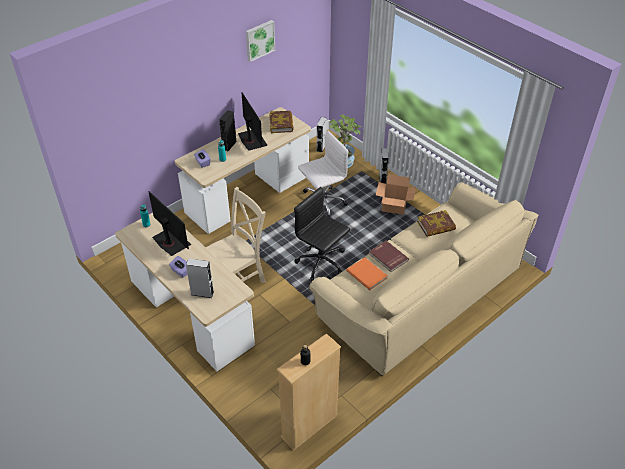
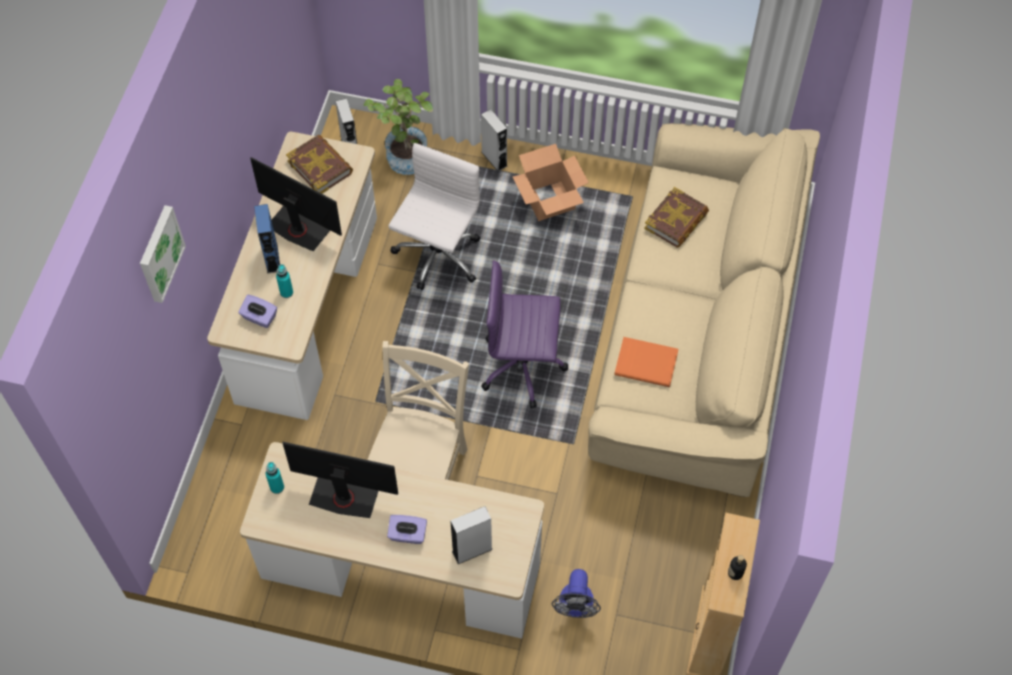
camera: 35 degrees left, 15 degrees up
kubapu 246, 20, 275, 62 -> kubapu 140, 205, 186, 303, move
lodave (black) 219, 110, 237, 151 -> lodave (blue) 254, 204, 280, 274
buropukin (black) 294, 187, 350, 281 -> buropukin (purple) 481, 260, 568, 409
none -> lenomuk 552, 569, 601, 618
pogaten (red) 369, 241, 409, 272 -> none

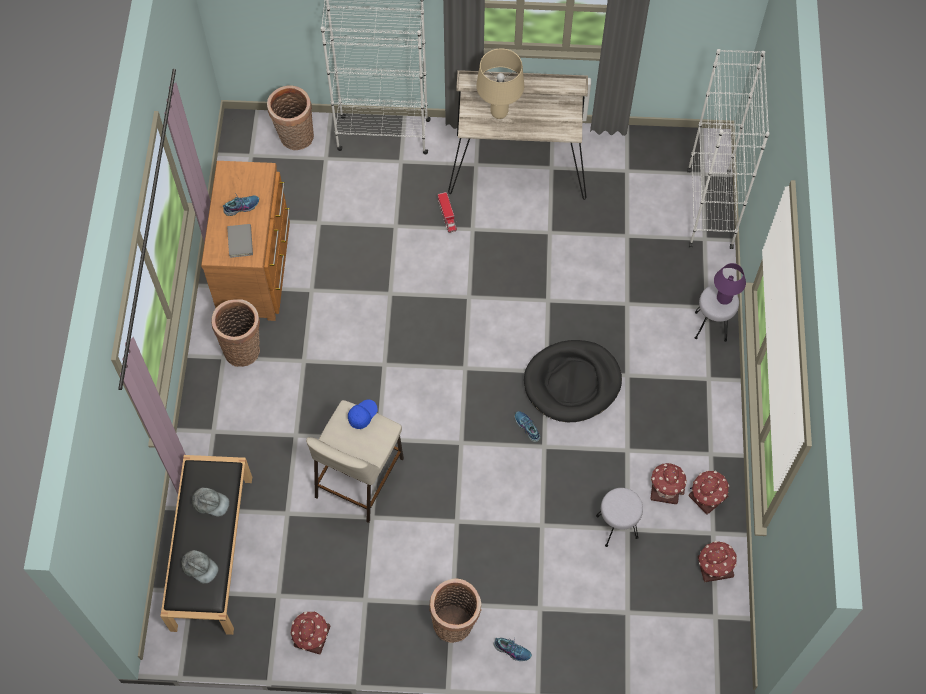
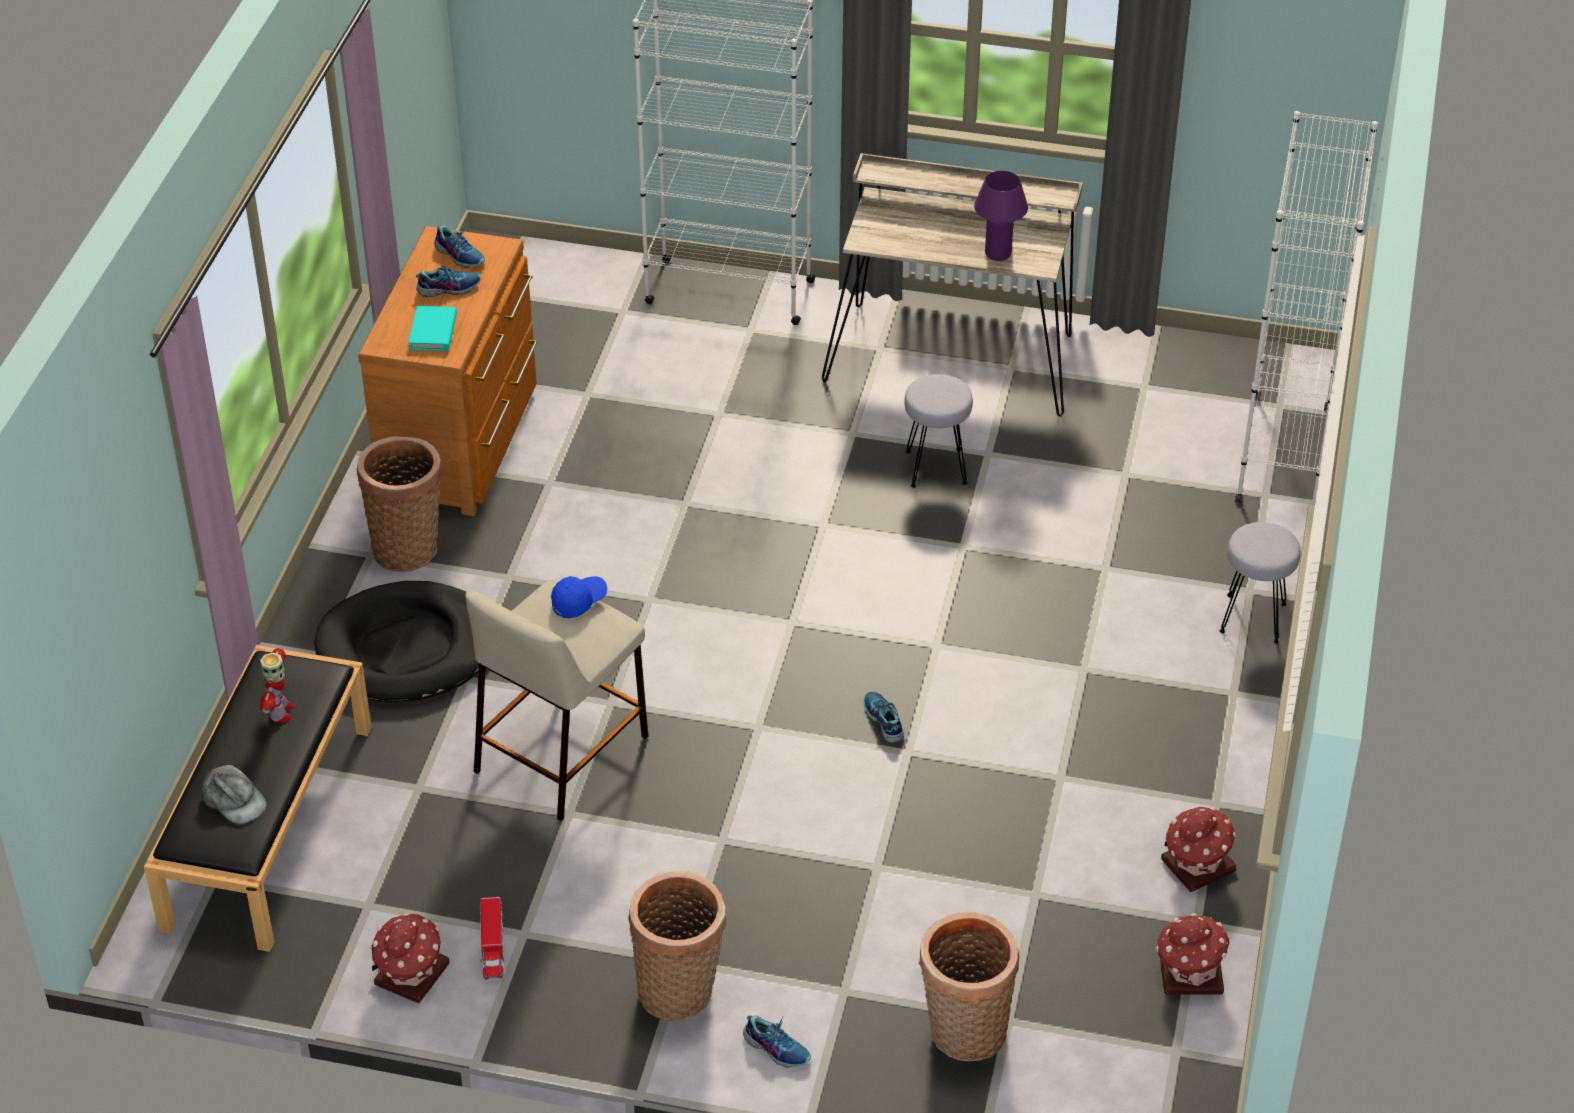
camera: 10 degrees right, 20 degrees down
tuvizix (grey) 191, 488, 230, 516 -> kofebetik 260, 648, 295, 723
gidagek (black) 524, 340, 622, 422 -> gidagek (black) 314, 581, 479, 703, move
pogaten (grey) 227, 224, 253, 258 -> pogaten (turquoise) 408, 306, 457, 351
none -> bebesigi 434, 225, 485, 268
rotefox 438, 192, 457, 233 -> rotefox 480, 897, 504, 980, move
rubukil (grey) 596, 488, 643, 547 -> rubukil (grey) 904, 374, 973, 488, move
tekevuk 267, 85, 314, 150 -> tekevuk 919, 912, 1019, 1061, move
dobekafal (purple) 714, 263, 746, 305 -> dobekafal (purple) 974, 171, 1028, 261, move
dobekafal (beige) 476, 48, 524, 119 -> none
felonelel 650, 463, 687, 504 -> none

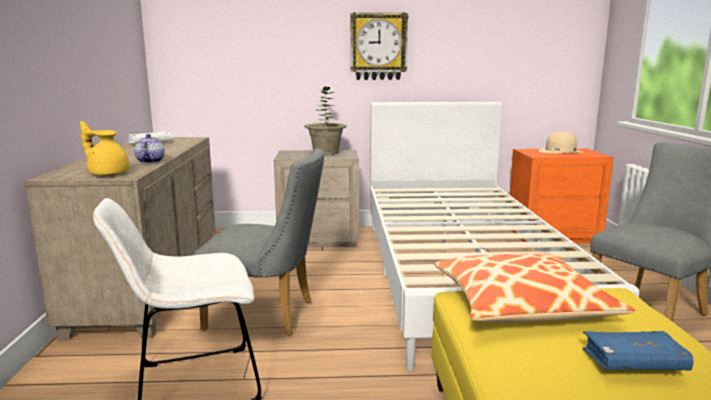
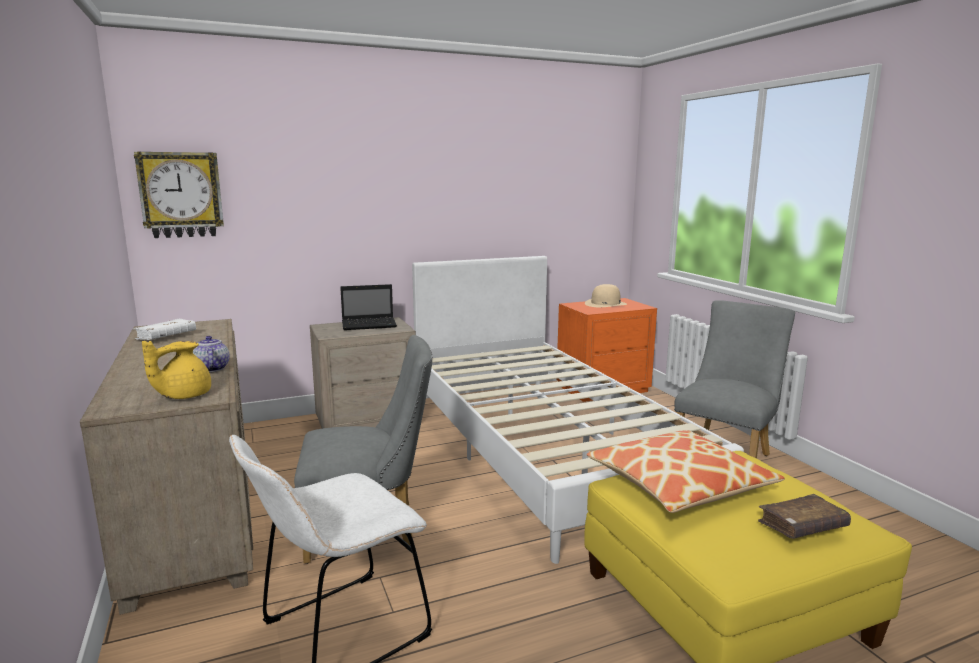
camera: 20 degrees left, 0 degrees up
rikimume 351, 12, 408, 80 -> rikimume 134, 152, 224, 238, move
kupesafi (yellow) 80, 121, 129, 176 -> kupesafi (yellow) 142, 341, 211, 399, 60 degrees counterclockwise
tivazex 305, 87, 347, 155 -> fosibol 340, 284, 397, 330
pogaten (blue) 582, 331, 694, 370 -> pogaten (brown) 758, 494, 851, 539

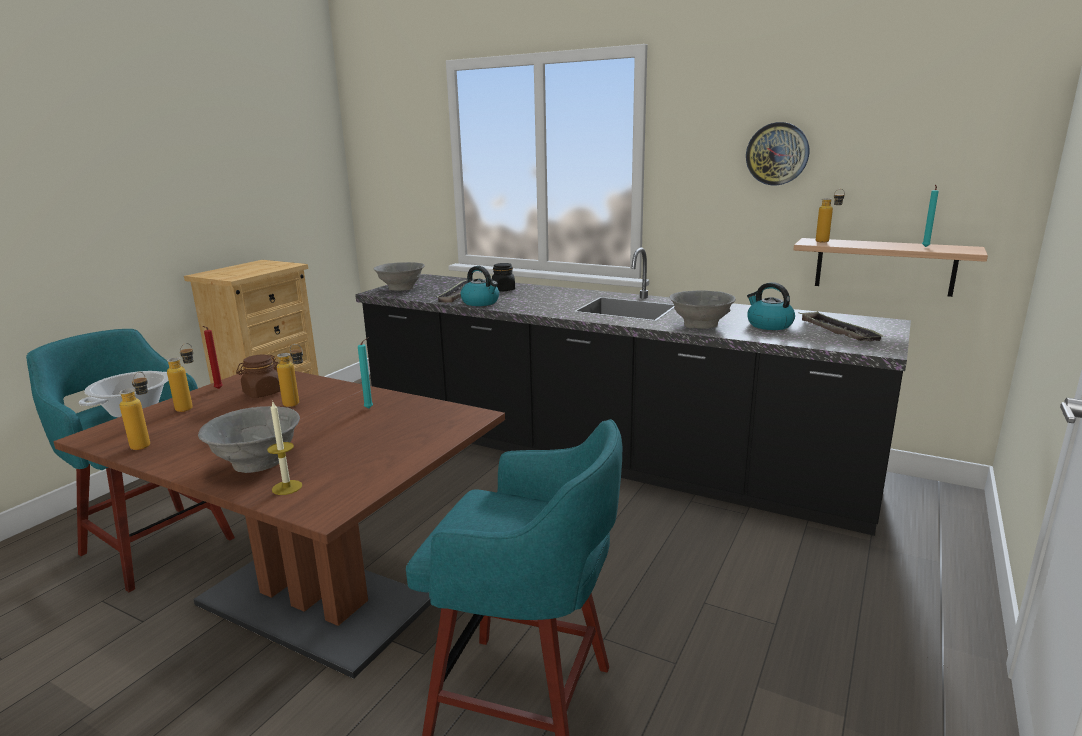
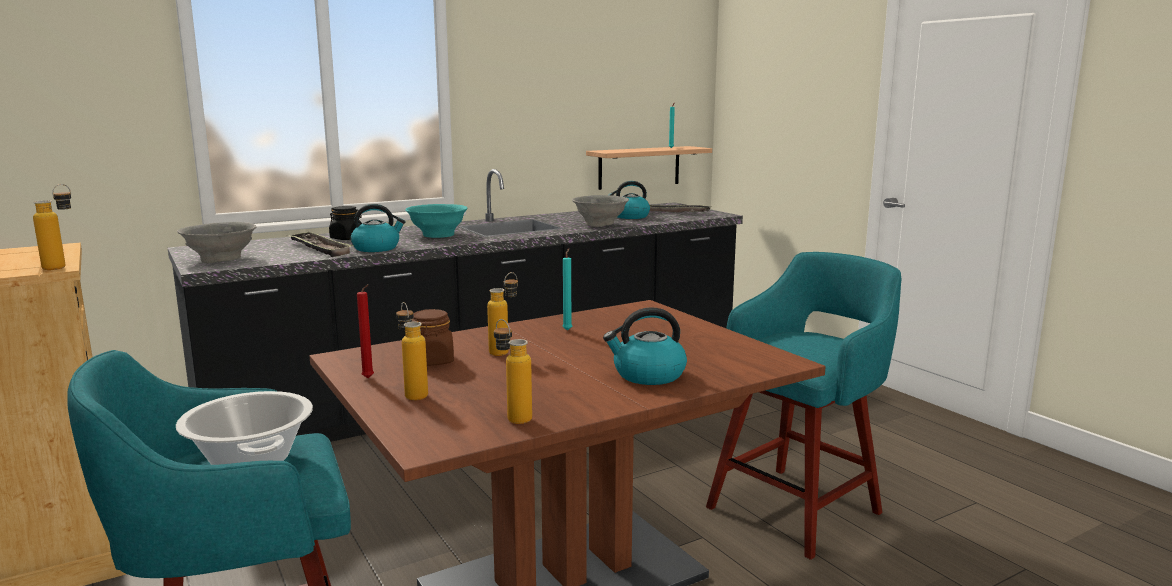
camera: 60 degrees left, 5 degrees down
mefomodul 816, 189, 845, 242 -> mefomodul 33, 184, 71, 270, move
none -> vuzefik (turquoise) 405, 204, 468, 238
vuzefik (grey) 198, 406, 300, 473 -> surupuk 603, 307, 687, 385
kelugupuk 267, 402, 302, 495 -> none
rikimume 746, 122, 809, 185 -> none

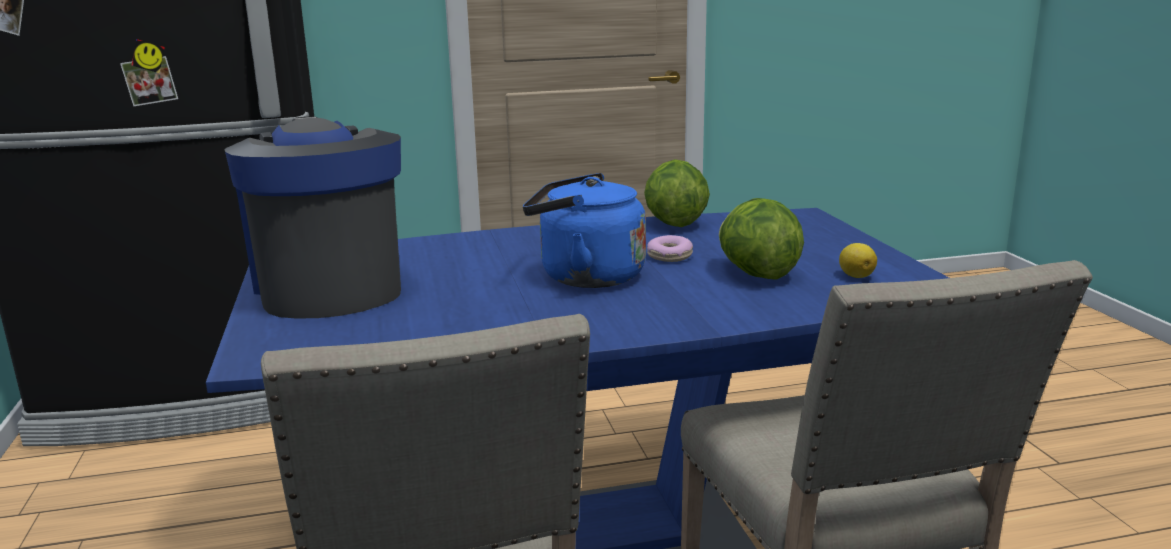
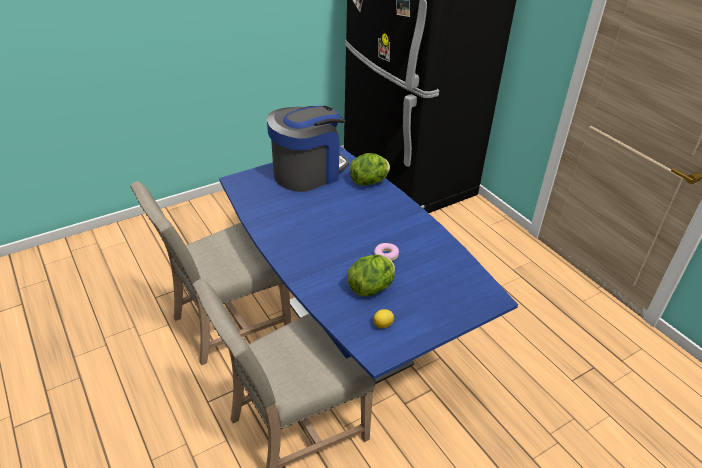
camera: 70 degrees right, 20 degrees up
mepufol 644, 159, 710, 227 -> mepufol 349, 153, 390, 186, move
surupuk (blue) 523, 173, 646, 288 -> none

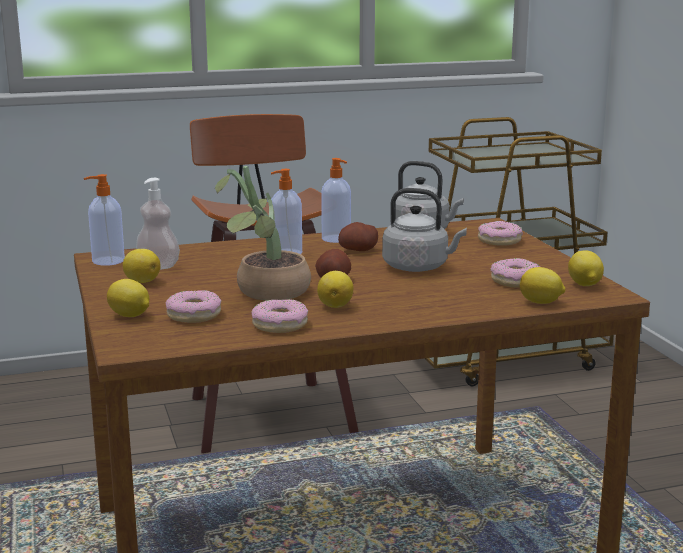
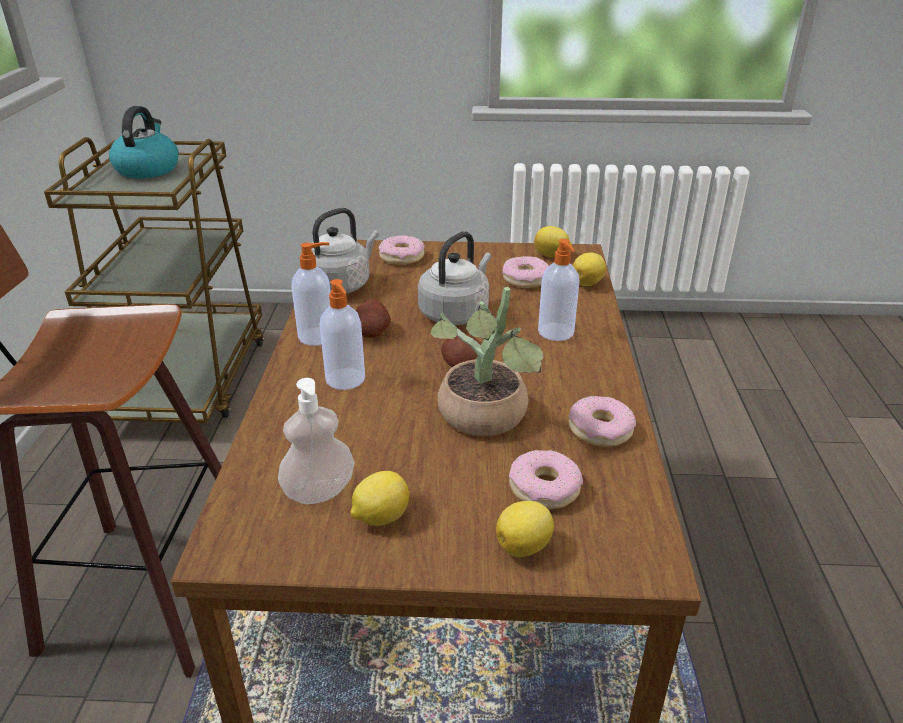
camera: 70 degrees left, 15 degrees up
none -> surupuk 109, 106, 179, 178
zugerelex 84, 174, 125, 266 -> zugerelex 538, 239, 580, 341, move
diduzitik 317, 271, 354, 308 -> none

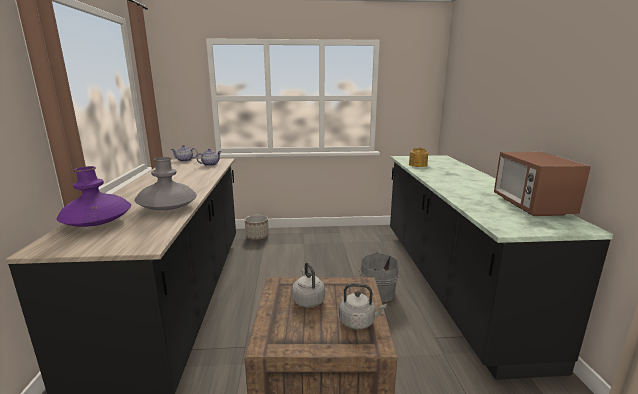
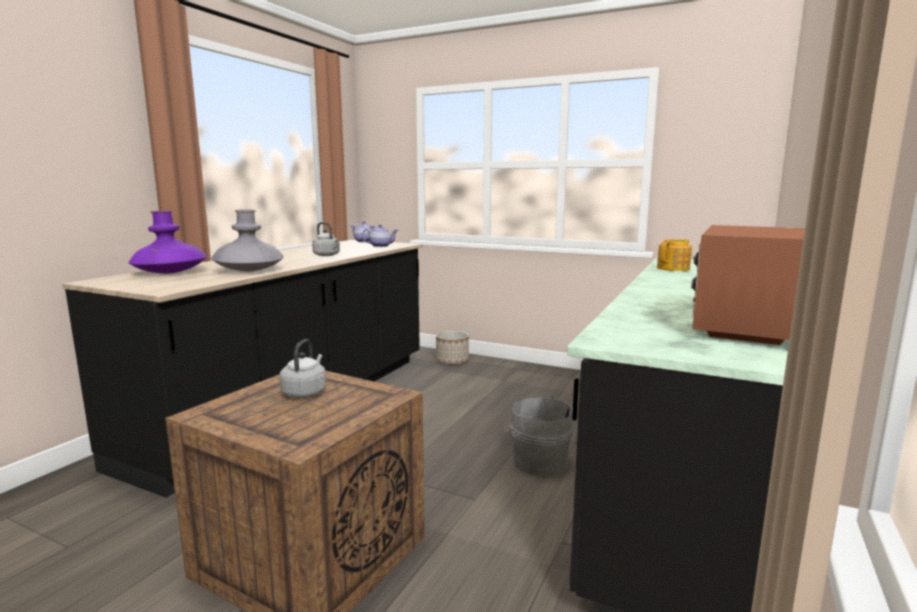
camera: 30 degrees right, 5 degrees down
surupuk (grey) 339, 283, 387, 329 -> surupuk (grey) 312, 222, 340, 256, move

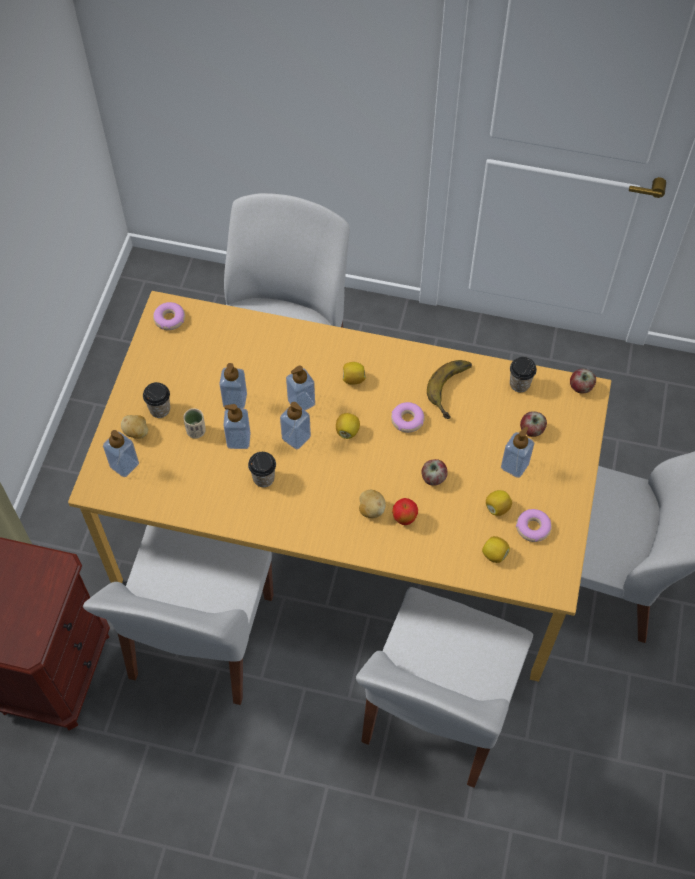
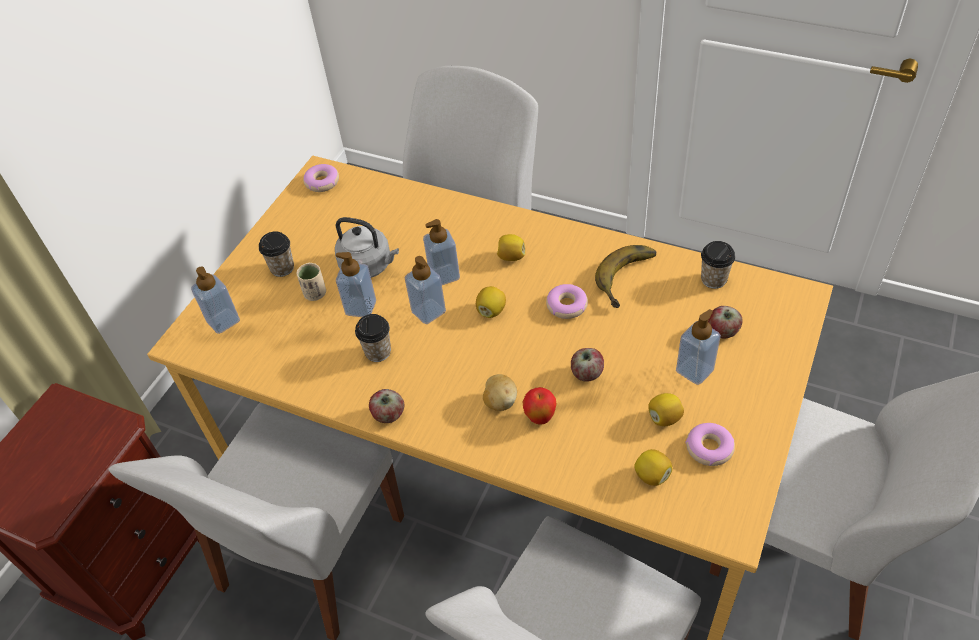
camera: 15 degrees right, 10 degrees down
zugerelex 219, 363, 247, 409 -> surupuk (grey) 335, 217, 399, 278
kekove 570, 369, 596, 394 -> kekove 369, 389, 404, 423, move
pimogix 121, 415, 148, 439 -> none

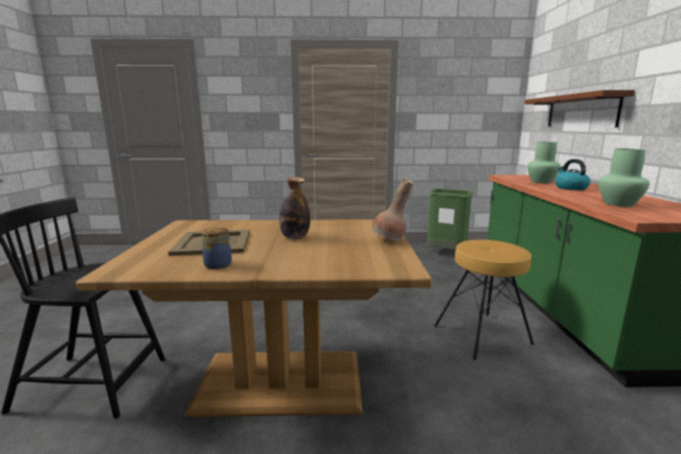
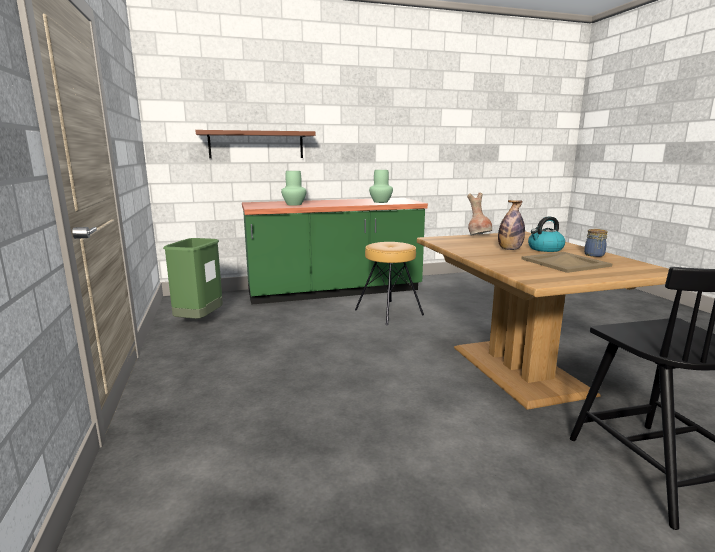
camera: 105 degrees left, 0 degrees up
surupuk 555, 159, 590, 190 -> surupuk 528, 216, 565, 252, move

